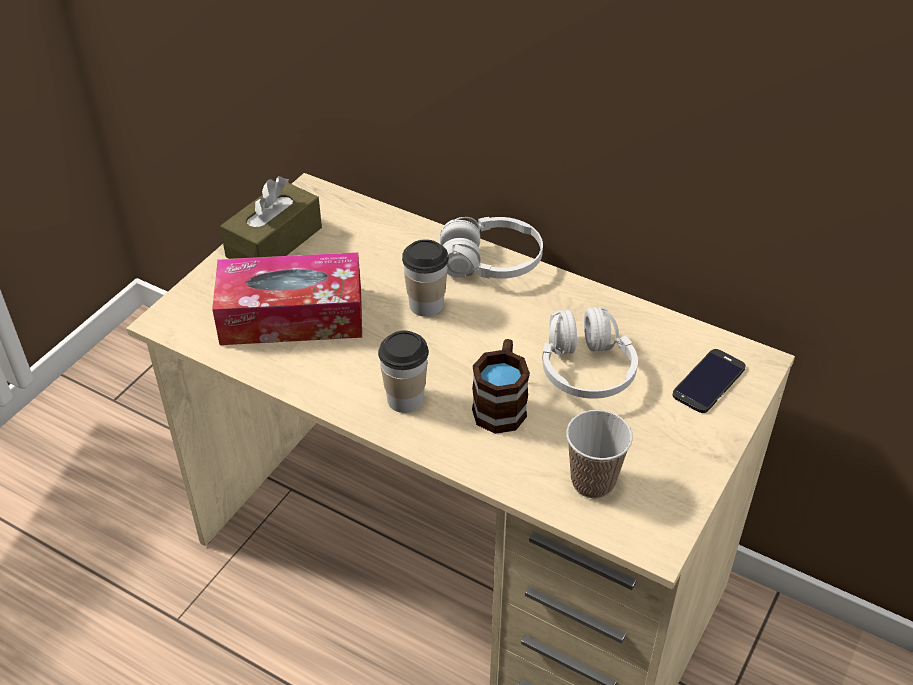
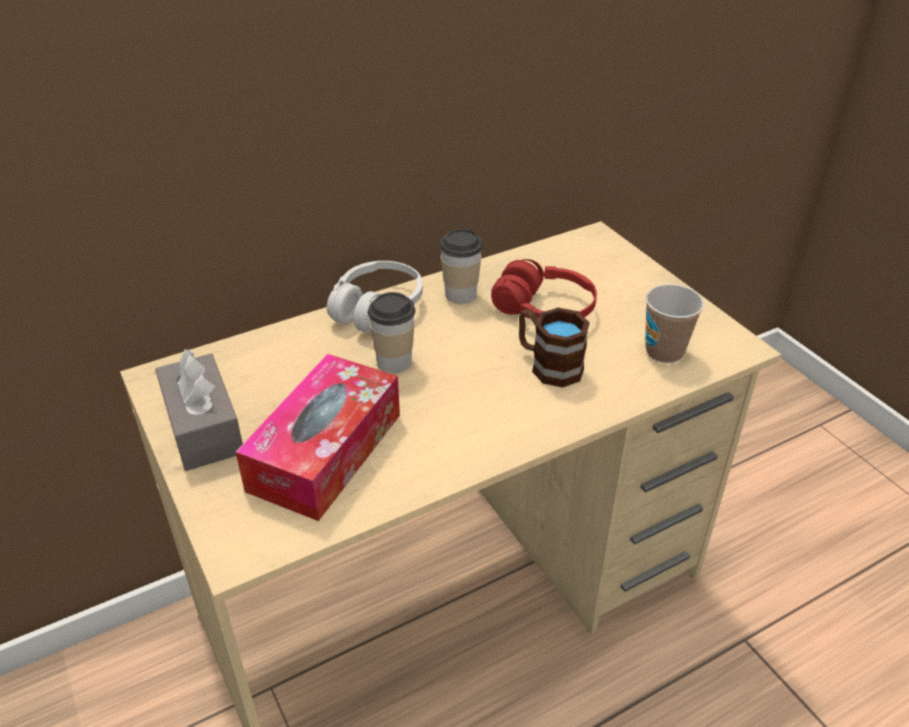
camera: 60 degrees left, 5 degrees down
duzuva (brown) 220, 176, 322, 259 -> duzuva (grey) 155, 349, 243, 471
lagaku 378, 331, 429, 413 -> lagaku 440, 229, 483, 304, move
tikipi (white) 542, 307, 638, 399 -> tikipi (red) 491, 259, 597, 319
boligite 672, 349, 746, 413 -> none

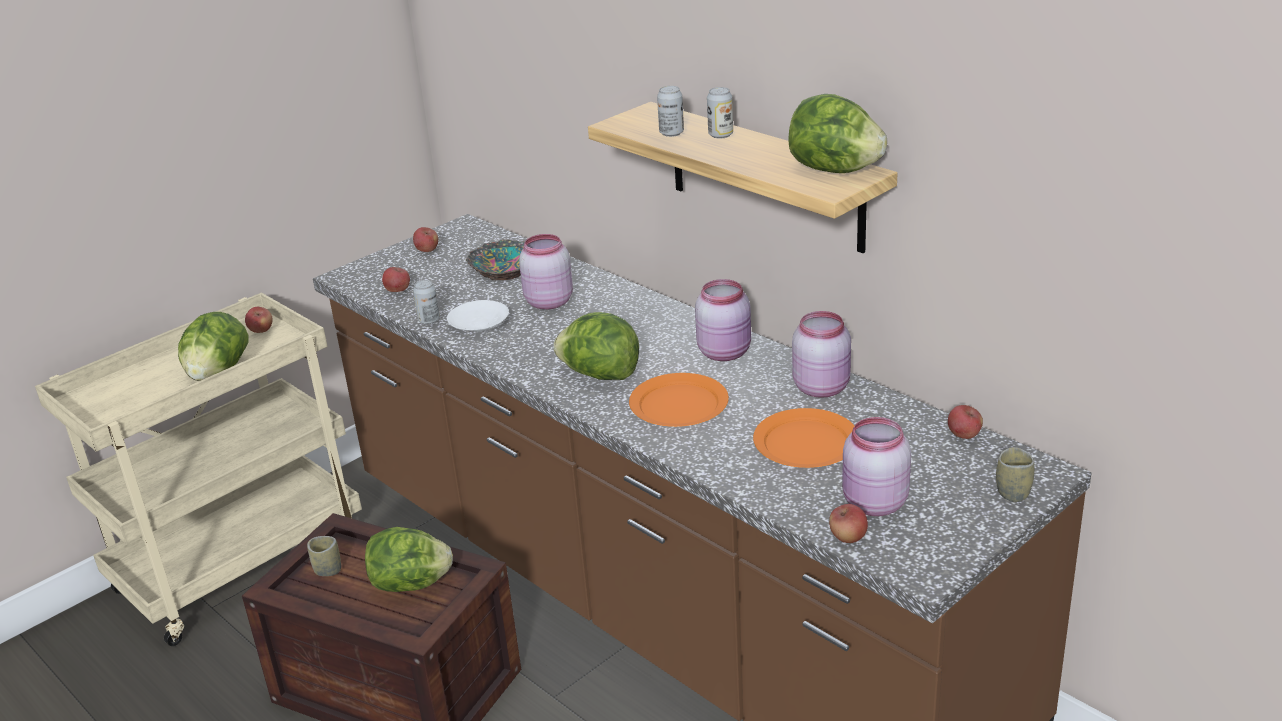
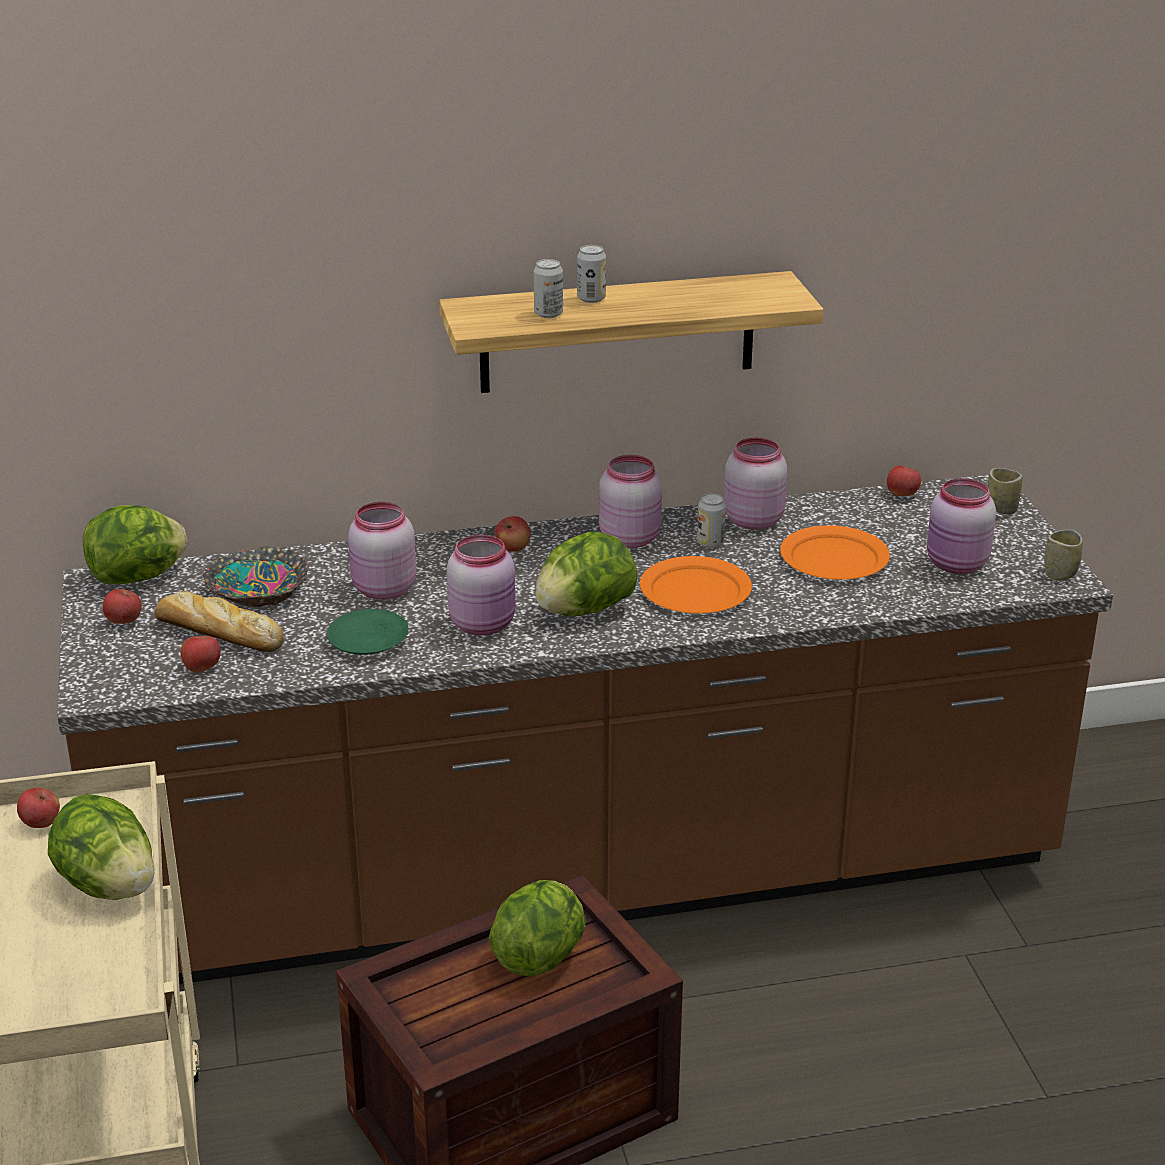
camera: 60 degrees left, 0 degrees up
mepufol 788, 94, 887, 173 -> mepufol 82, 505, 187, 584, move
none -> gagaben 154, 591, 284, 652
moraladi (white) 447, 300, 509, 332 -> moraladi (green) 327, 609, 408, 655
none -> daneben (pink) 447, 535, 516, 635
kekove 829, 504, 868, 543 -> kekove 495, 516, 530, 552, move
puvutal 413, 280, 440, 324 -> puvutal 697, 494, 726, 548, move
lagaku 307, 536, 341, 576 -> lagaku 1045, 530, 1083, 580, move

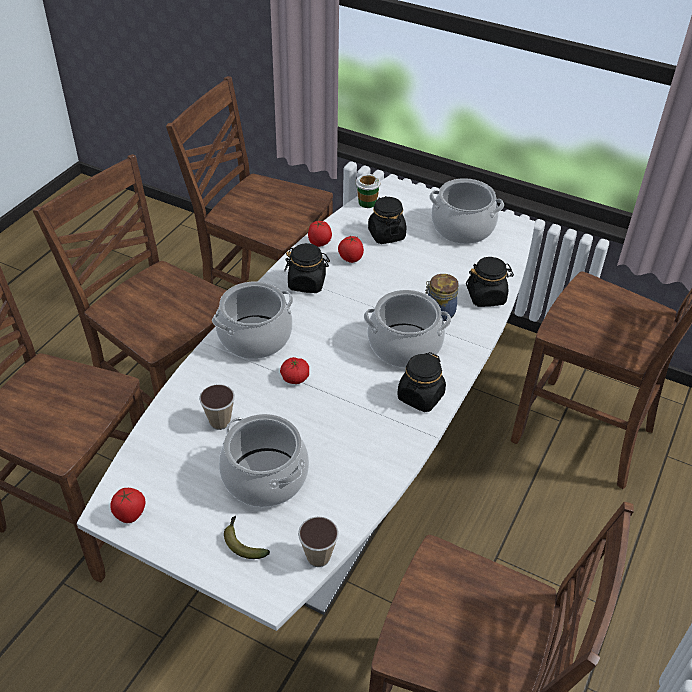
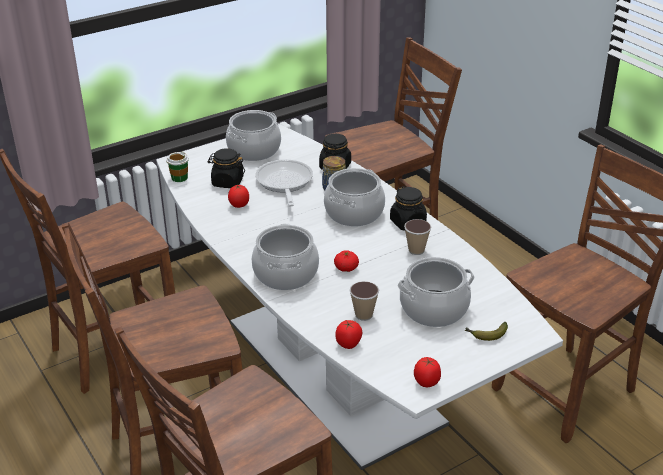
camera: 60 degrees left, 10 degrees down
none -> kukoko 255, 160, 313, 206
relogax 308, 221, 332, 247 -> relogax 335, 320, 362, 349, move
lagaku 298, 516, 339, 567 -> lagaku 404, 219, 431, 255, move
daneben (black) 284, 243, 330, 293 -> none

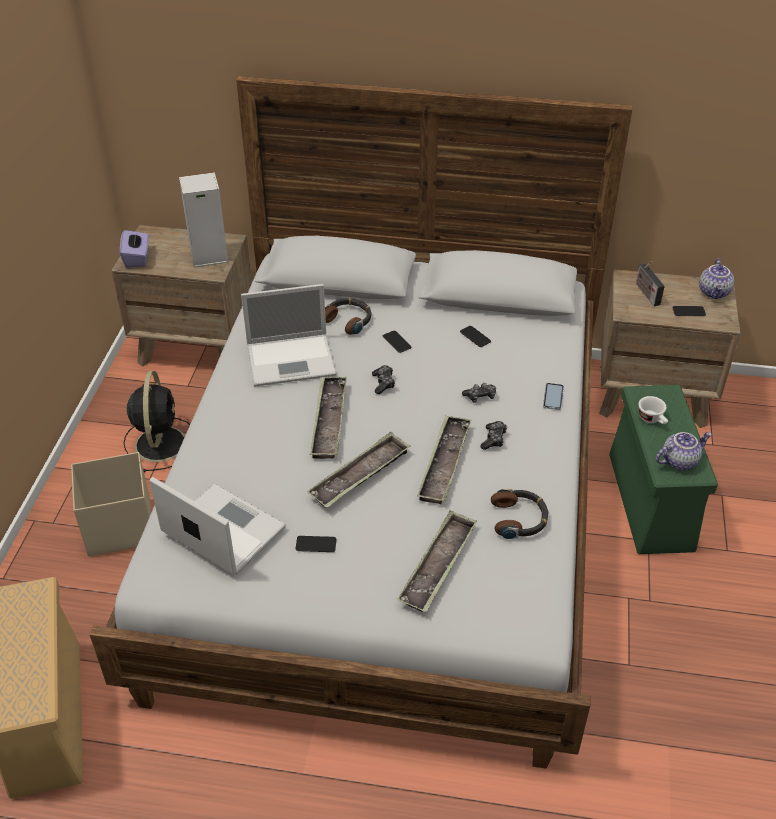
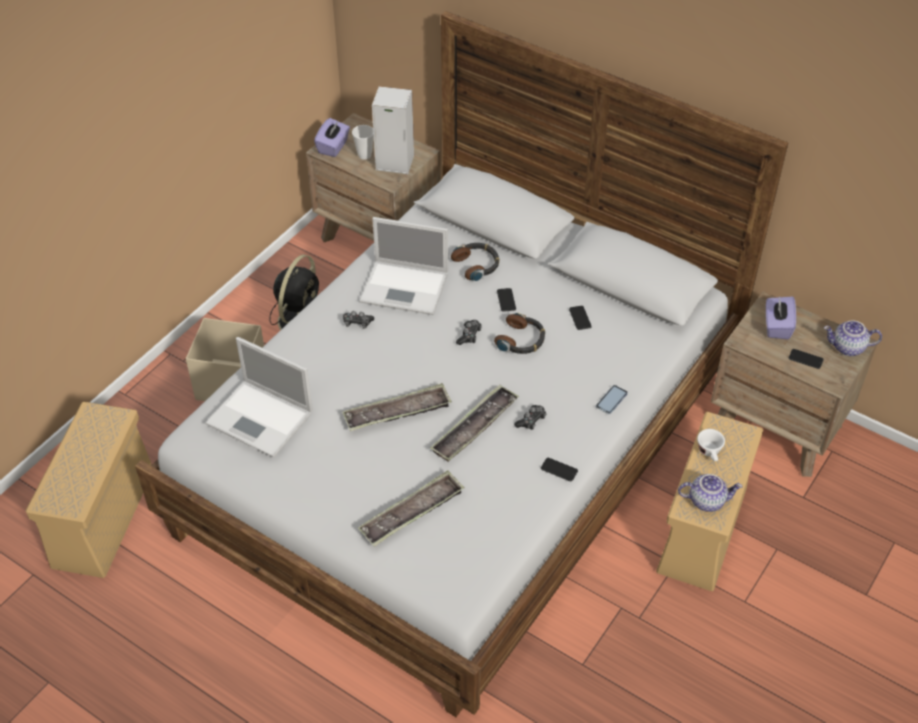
camera: 25 degrees right, 5 degrees up
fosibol 149, 477, 286, 575 -> fosibol 205, 337, 313, 458, 150 degrees clockwise
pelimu 462, 383, 496, 403 -> pelimu 343, 311, 374, 329, move
none -> lagaku 352, 125, 374, 160
tikipi 491, 489, 548, 539 -> tikipi 494, 313, 545, 354, move
boligite 296, 536, 336, 552 -> boligite 541, 458, 578, 481, move
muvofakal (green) 609, 385, 718, 554 -> muvofakal (beige) 656, 412, 763, 591
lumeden 636, 261, 665, 306 -> duzuva (purple) 766, 296, 796, 339
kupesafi 699, 258, 734, 299 -> kupesafi 824, 320, 882, 356, 60 degrees clockwise
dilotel 310, 377, 347, 459 -> none

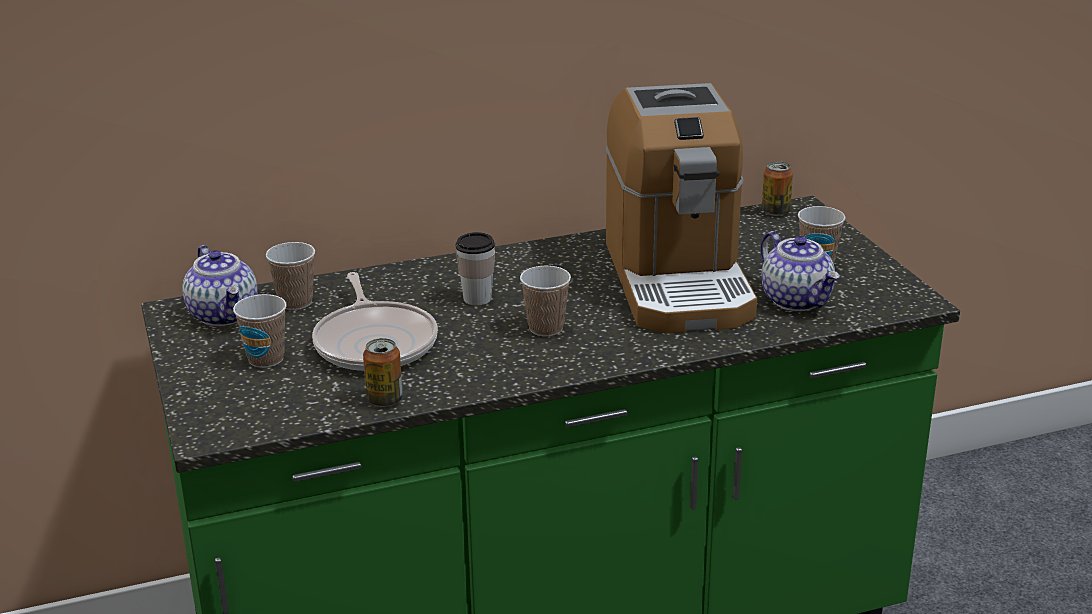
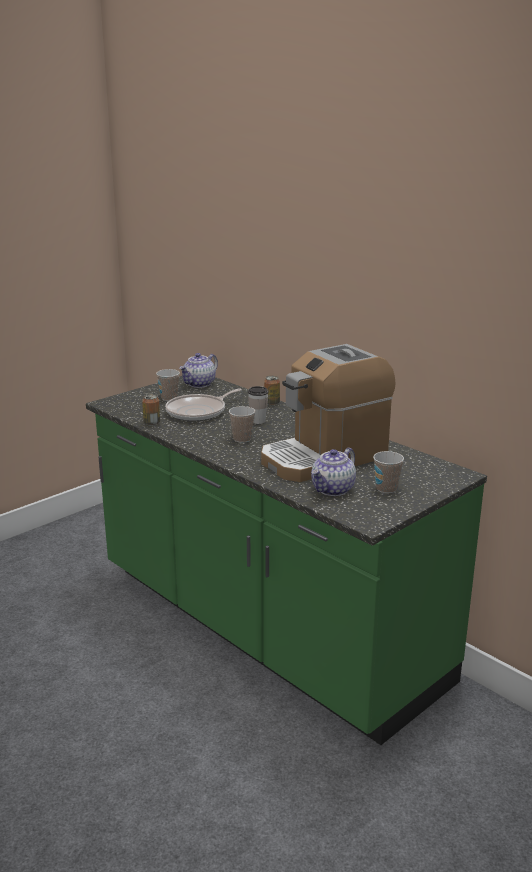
camera: 65 degrees right, 5 degrees down
puvutal 762, 161, 793, 216 -> puvutal 264, 376, 280, 405, move
lagaku 266, 242, 315, 310 -> none

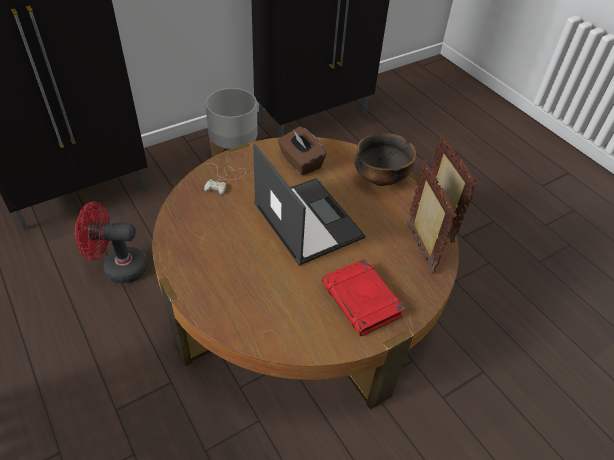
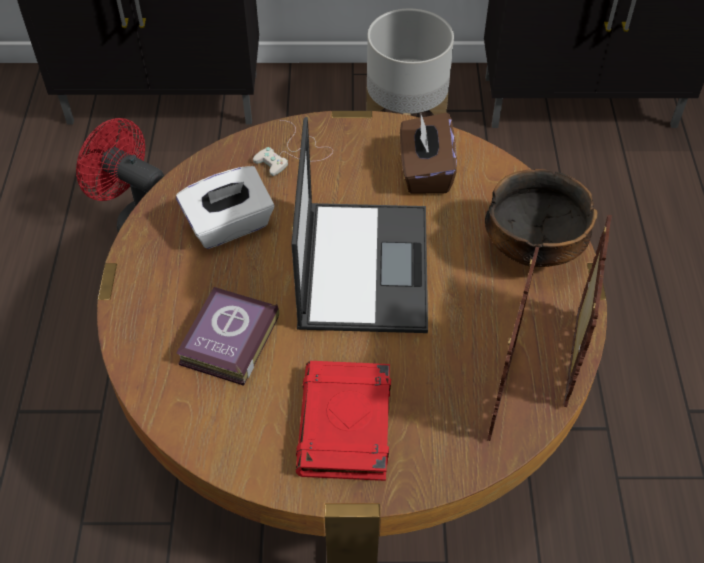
camera: 35 degrees right, 5 degrees up
none -> duzuva (white) 176, 166, 274, 249
none -> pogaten 176, 287, 279, 386

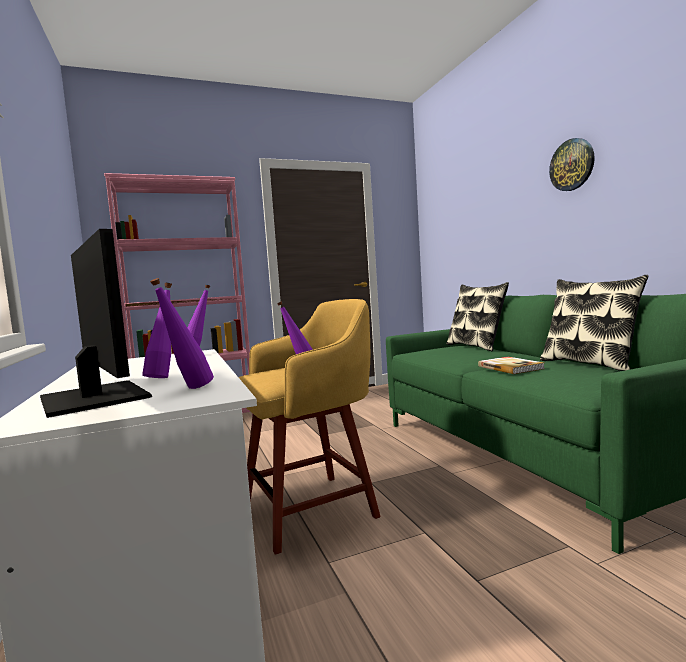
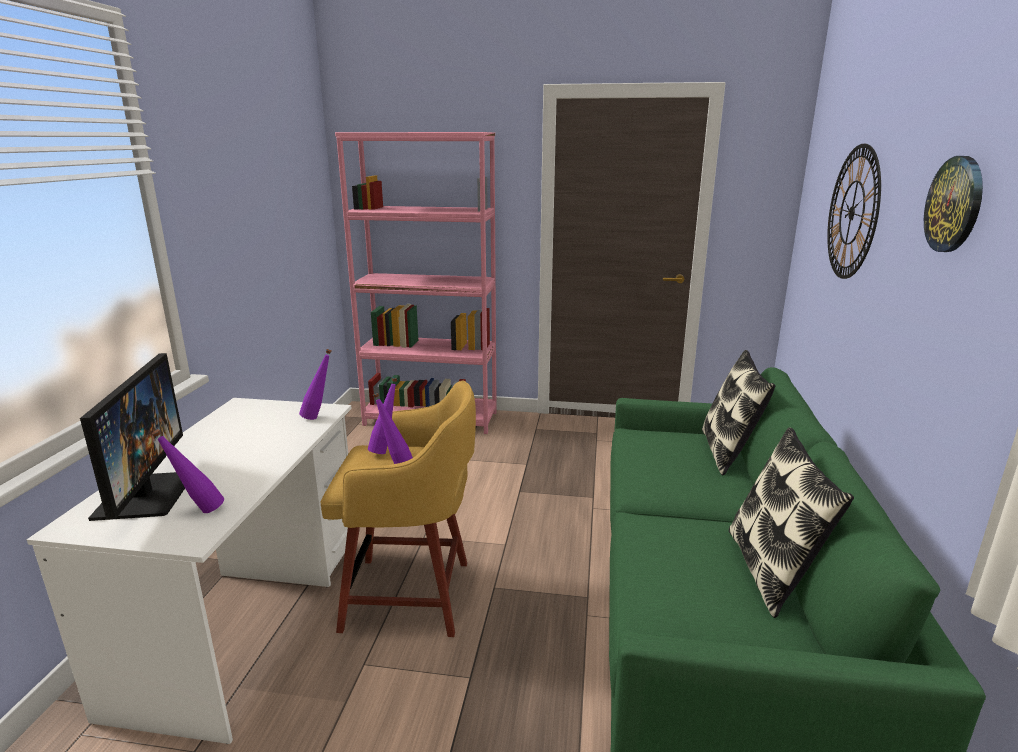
camera: 30 degrees right, 15 degrees up
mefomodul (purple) 142, 283, 172, 378 -> mefomodul (purple) 368, 378, 398, 454, move
none -> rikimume 827, 144, 881, 279
pogaten 478, 357, 545, 374 -> none

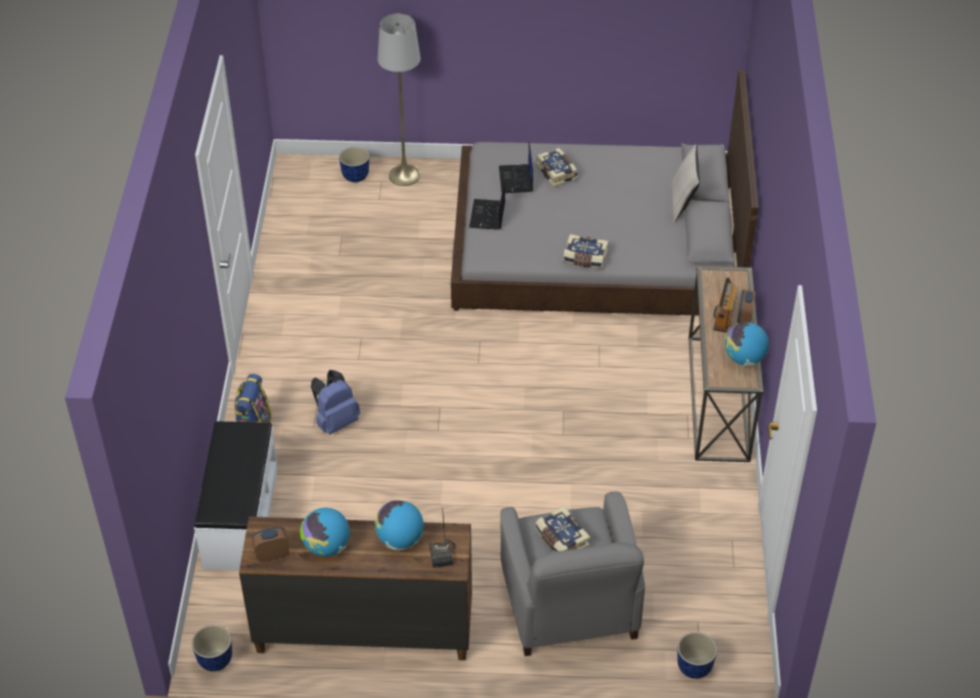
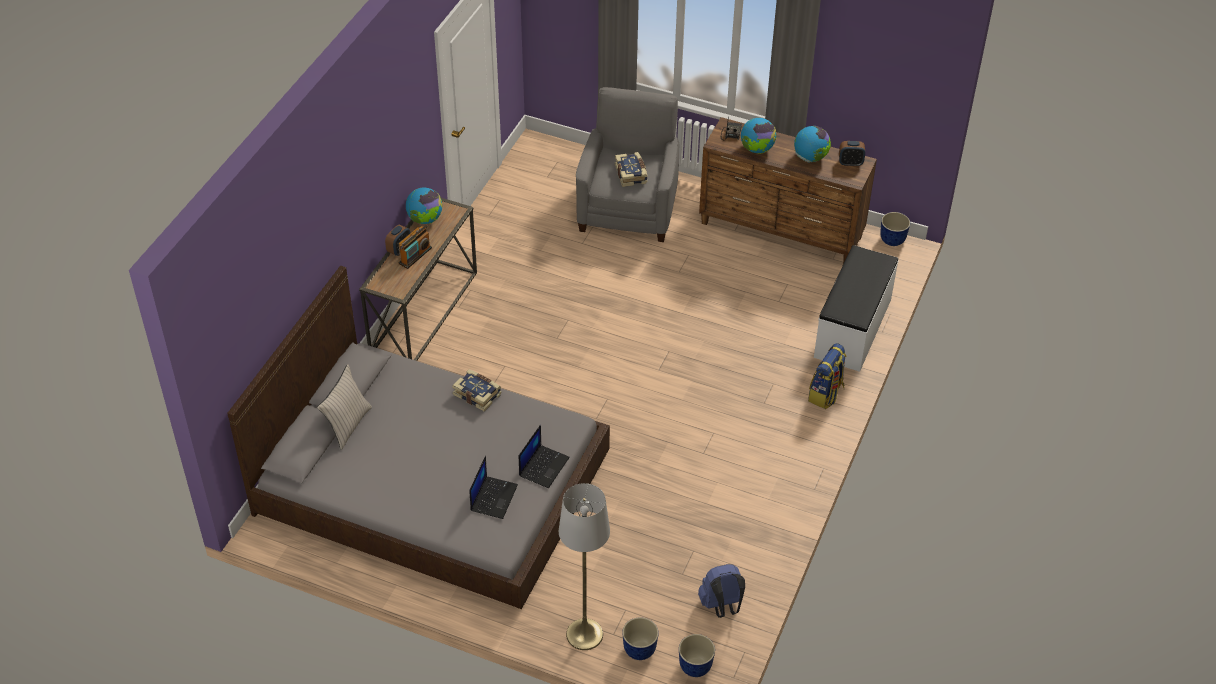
camera: 160 degrees left, 0 degrees up
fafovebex 677, 632, 717, 679 -> fafovebex 679, 634, 715, 677, move
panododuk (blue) 311, 370, 360, 434 -> panododuk (blue) 698, 564, 745, 618, move
pogaten 536, 148, 578, 187 -> none

